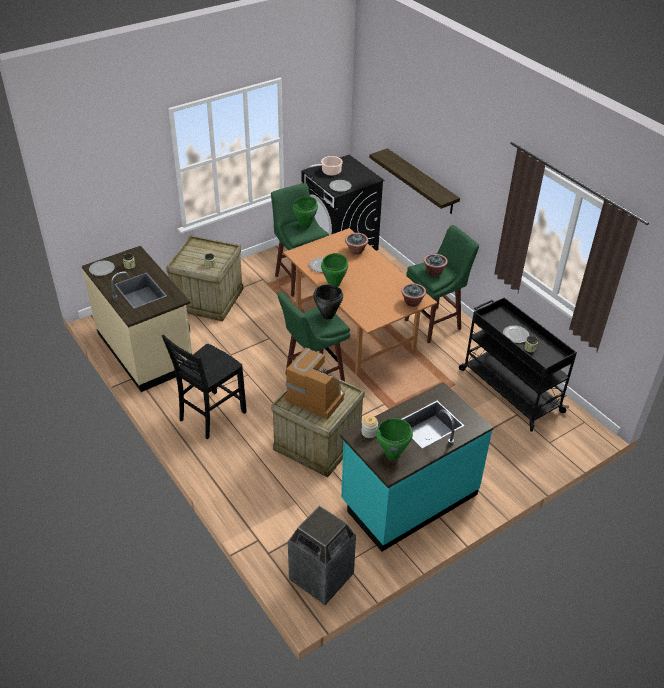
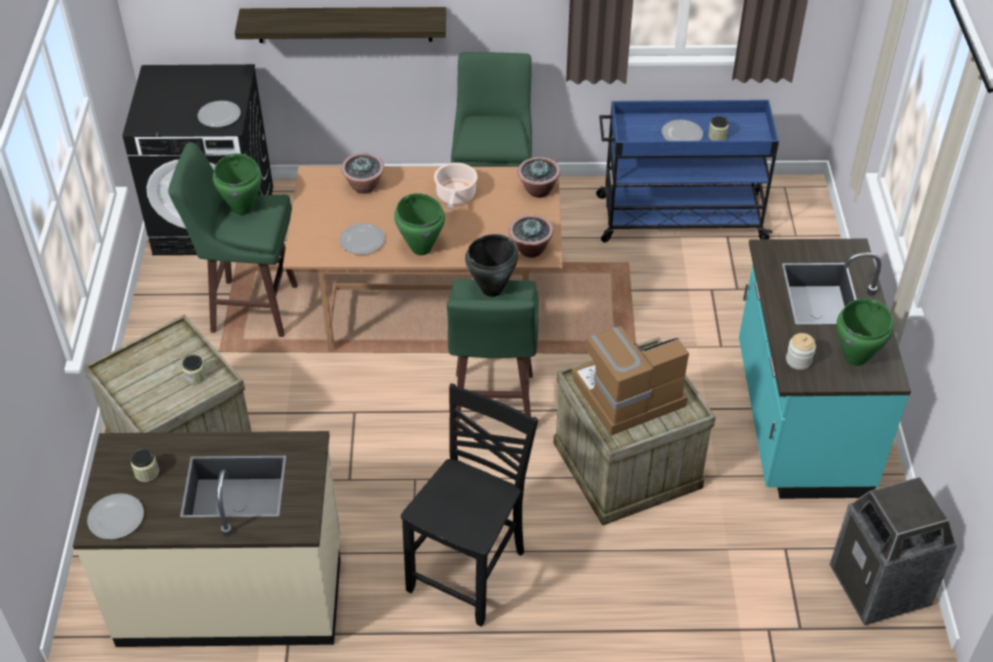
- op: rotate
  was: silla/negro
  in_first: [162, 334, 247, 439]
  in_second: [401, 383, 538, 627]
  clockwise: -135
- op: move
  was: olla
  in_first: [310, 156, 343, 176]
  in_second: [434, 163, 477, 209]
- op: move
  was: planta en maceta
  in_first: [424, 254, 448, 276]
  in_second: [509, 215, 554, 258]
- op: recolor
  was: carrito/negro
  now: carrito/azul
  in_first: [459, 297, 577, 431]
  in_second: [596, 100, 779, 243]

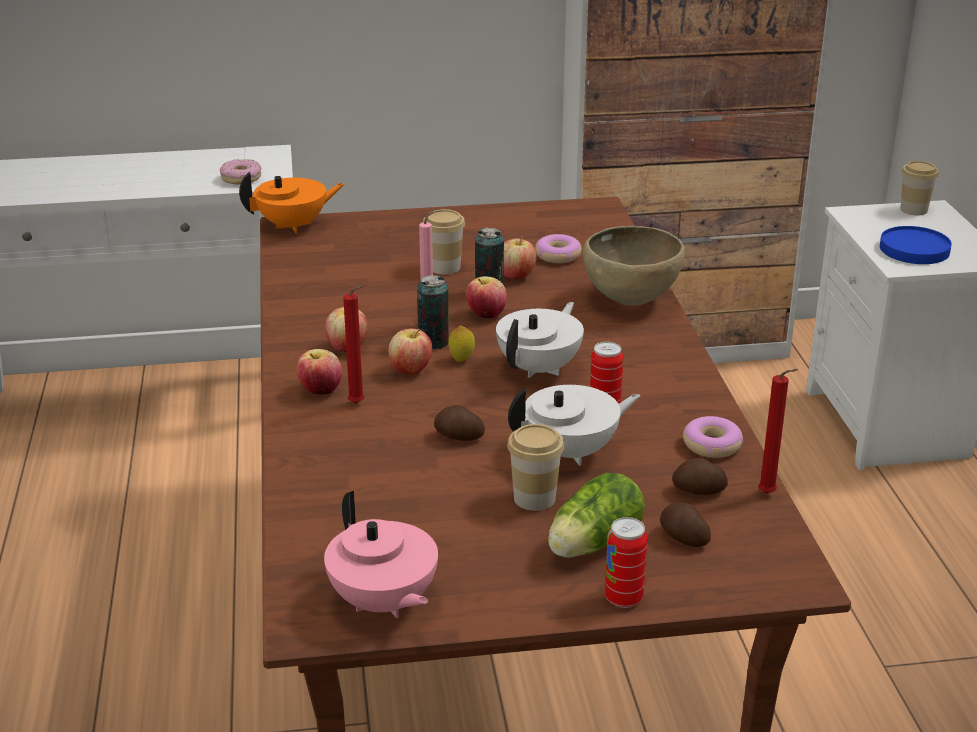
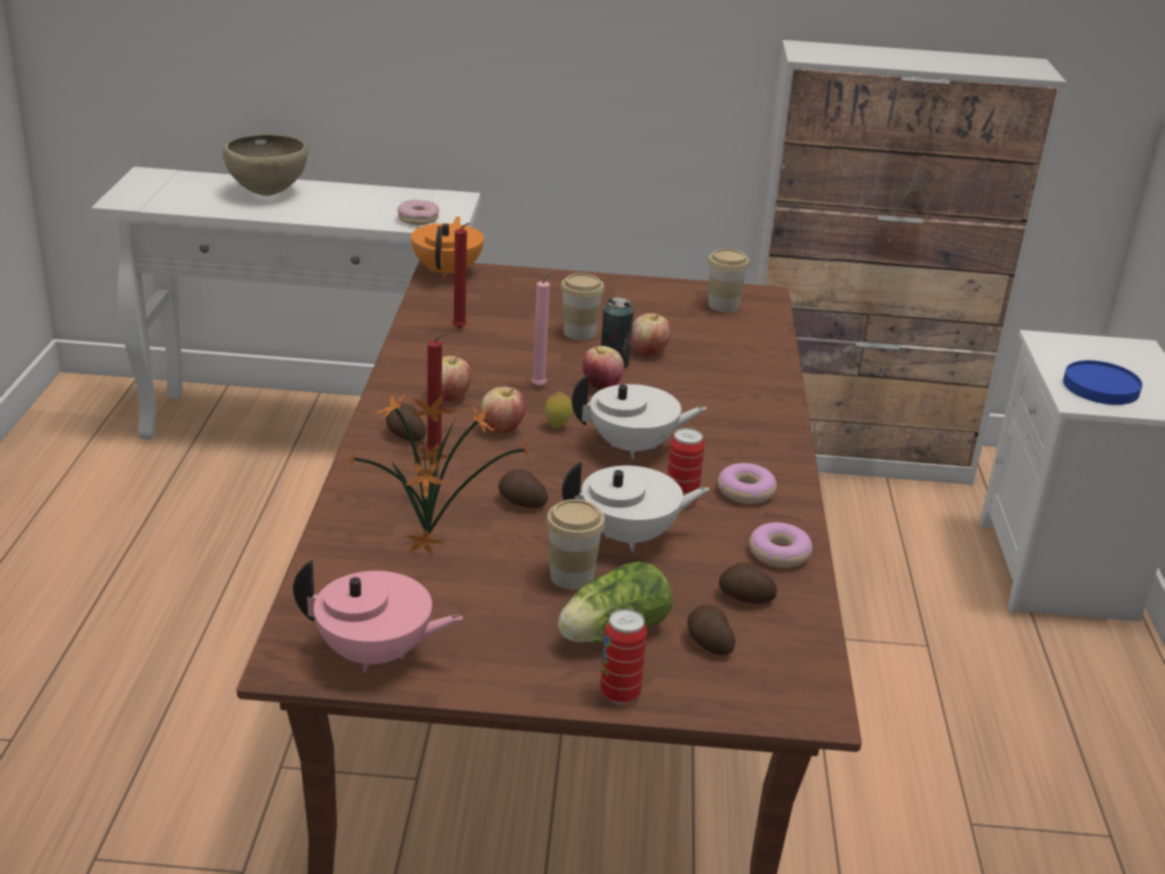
- op: move
  was: cuenco/marrón
  in_first: [583, 226, 685, 306]
  in_second: [223, 134, 308, 196]
- op: rotate
  was: tetera/rosa
  in_first: [324, 491, 438, 618]
  in_second: [293, 560, 463, 673]
  clockwise: -60
- op: insert
  now: planta en maceta
  in_second: [345, 390, 530, 557]
- op: replace
  was: manzana
  now: patata
  in_first: [296, 349, 342, 395]
  in_second: [386, 404, 426, 441]
- op: rotate
  was: tetera/naranja
  in_first: [239, 171, 344, 234]
  in_second: [411, 217, 484, 279]
  clockwise: -75
- op: move
  was: vela/rojo
  in_first: [758, 369, 798, 494]
  in_second: [453, 223, 470, 329]
- op: rotate
  was: tetera/blanco
  in_first: [496, 302, 584, 378]
  in_second: [572, 374, 707, 459]
  clockwise: 45
- op: move
  was: taza
  in_first: [900, 161, 939, 215]
  in_second: [708, 249, 749, 312]
- op: move
  was: rosquilla
  in_first: [535, 234, 582, 263]
  in_second: [718, 463, 777, 504]
- op: delete
  was: lata
  in_first: [417, 275, 449, 349]

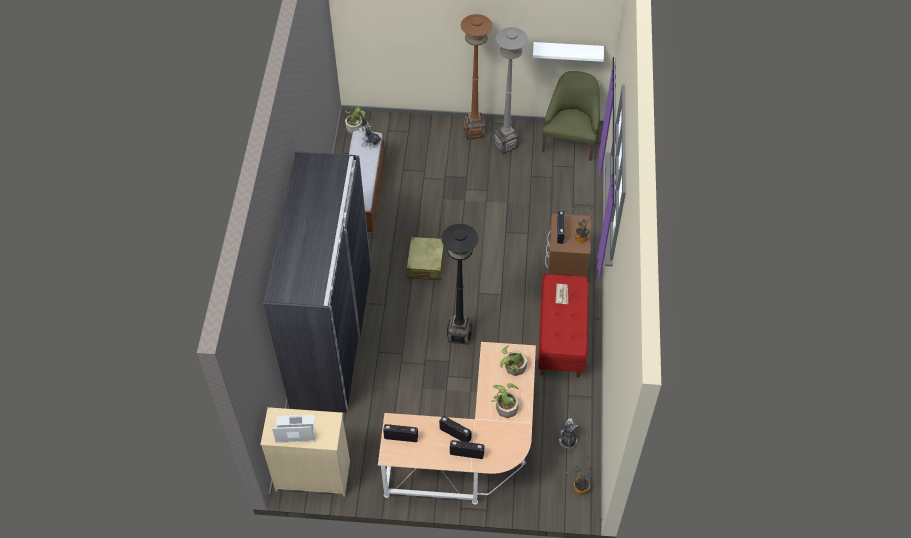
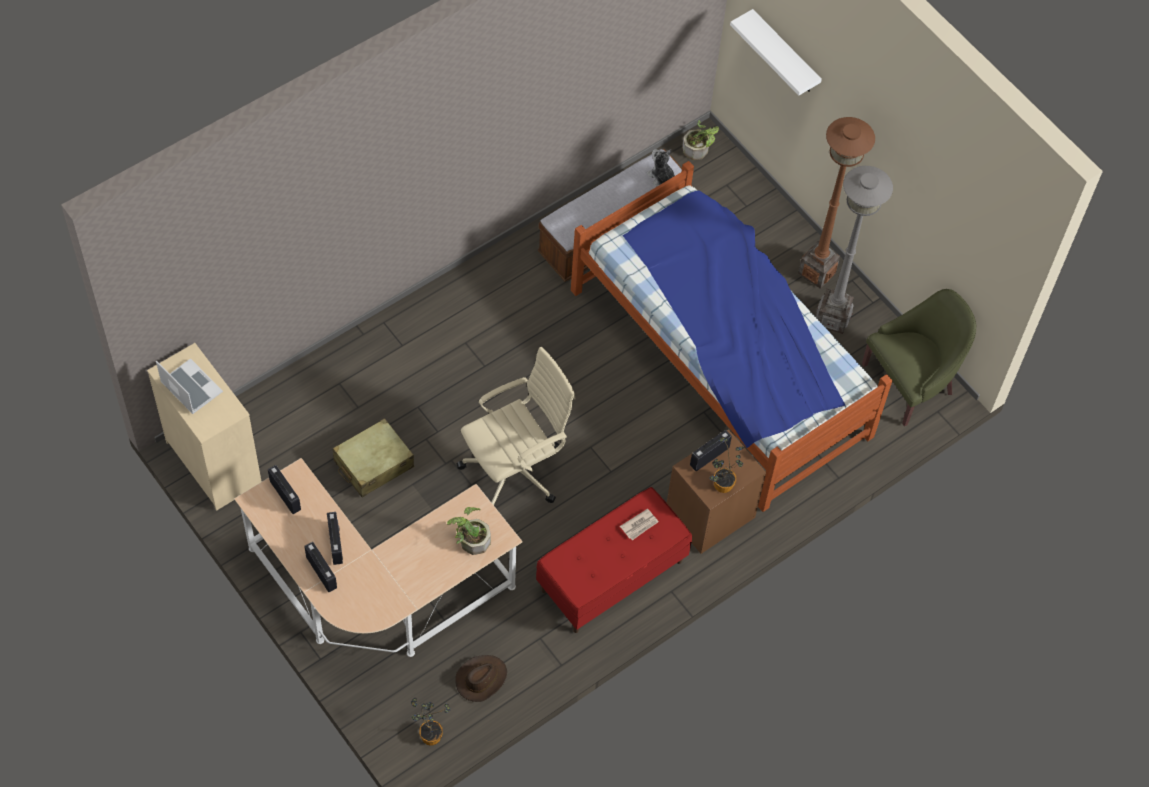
- op: move
  was: maleta/beis
  in_first: [406, 237, 445, 280]
  in_second: [333, 418, 414, 497]
- op: replace
  was: peluche
  now: sombrero/marrón
  in_first: [559, 418, 580, 450]
  in_second: [455, 655, 507, 702]
- op: replace
  was: lámpara de pie/negro
  now: silla de oficina/beis
  in_first: [442, 224, 478, 345]
  in_second: [457, 347, 575, 505]
- op: insert
  now: cama
  in_second: [571, 161, 893, 512]
- op: move
  was: estante/blanco
  in_first: [533, 42, 604, 62]
  in_second: [730, 9, 822, 96]
- op: delete
  was: armario ropero/gris
  in_first: [263, 151, 371, 413]
- op: delete
  was: planta en maceta
  in_first: [491, 383, 519, 418]

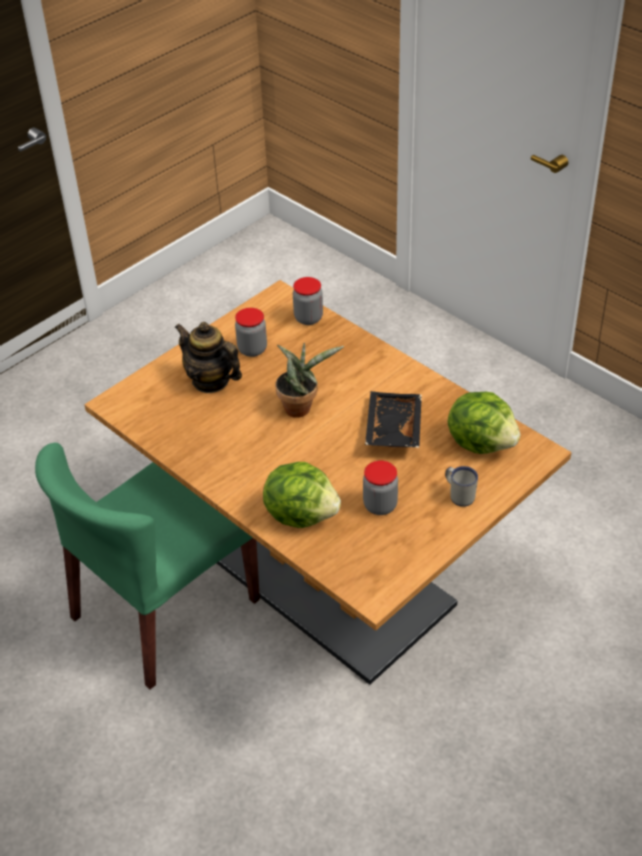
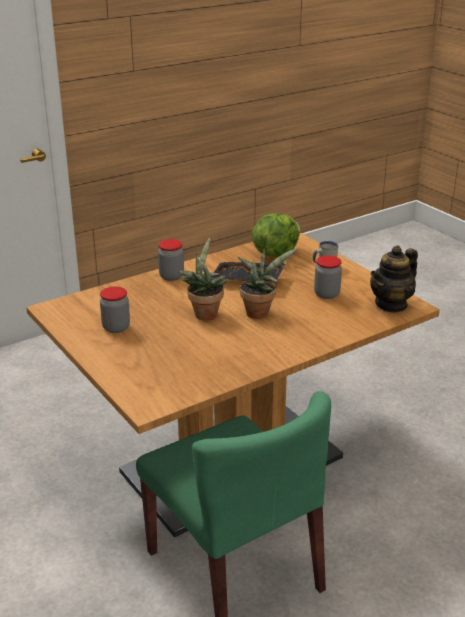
- op: move
  was: tarro
  in_first: [293, 277, 323, 325]
  in_second: [158, 239, 184, 281]
- op: insert
  now: planta en maceta
  in_second: [238, 248, 298, 319]
- op: move
  was: tetera
  in_first: [174, 322, 242, 393]
  in_second: [370, 245, 418, 313]
- op: delete
  was: lechuga
  in_first: [263, 462, 341, 528]

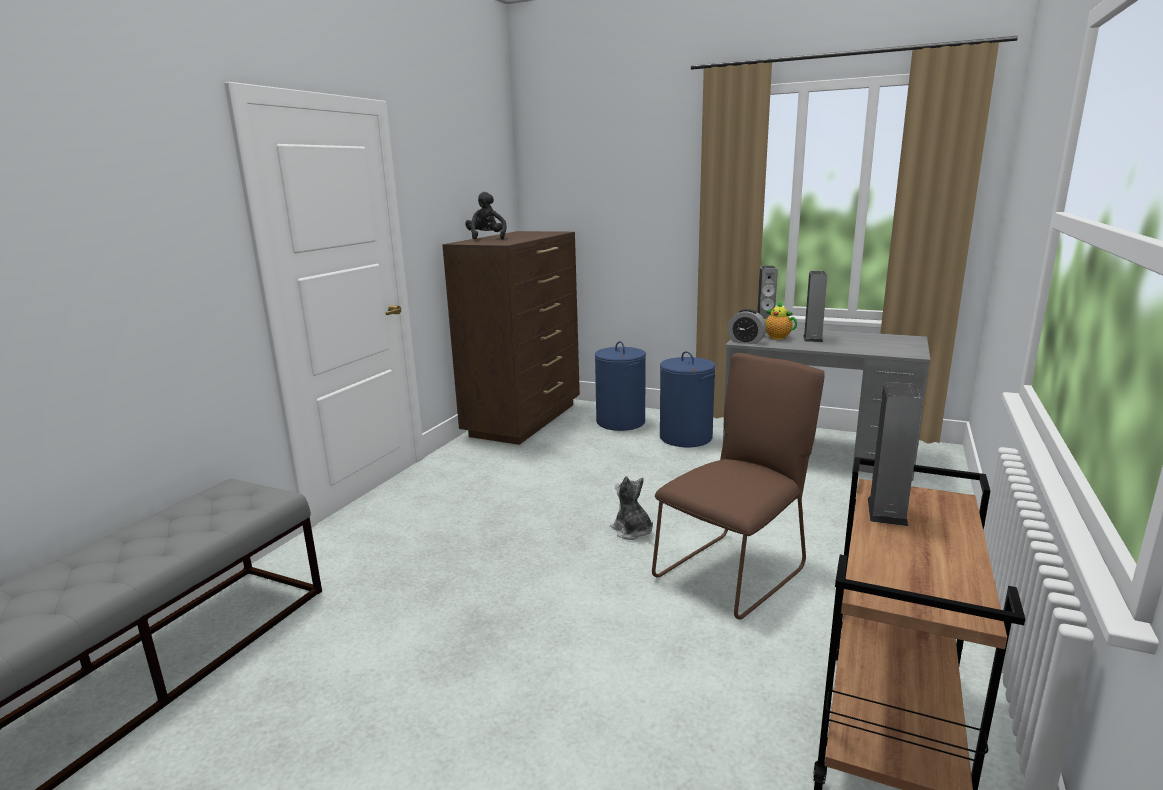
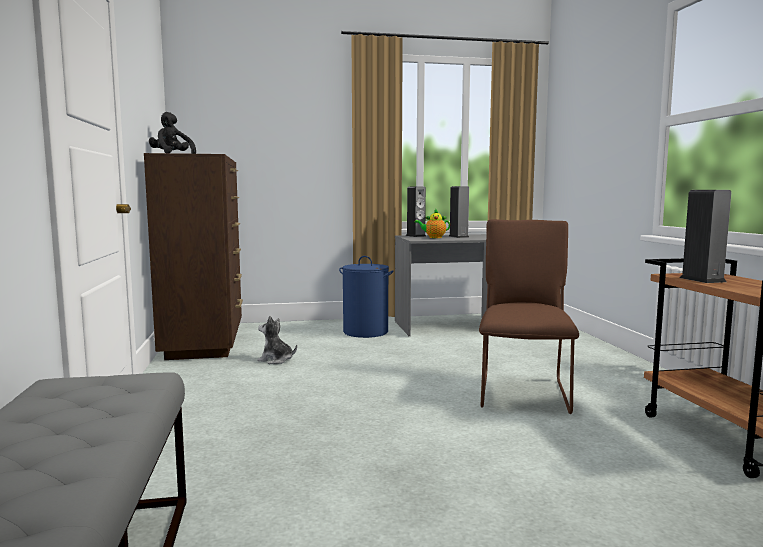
- op: move
  was: peluche
  in_first: [610, 476, 653, 540]
  in_second: [257, 316, 297, 364]
- op: delete
  was: cesto de la ropa/azul
  in_first: [595, 341, 646, 431]
- op: delete
  was: despertador
  in_first: [728, 309, 766, 344]

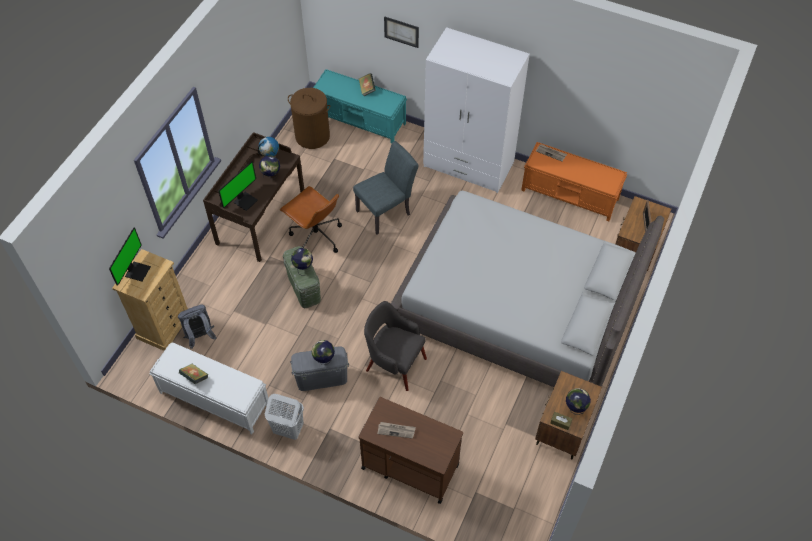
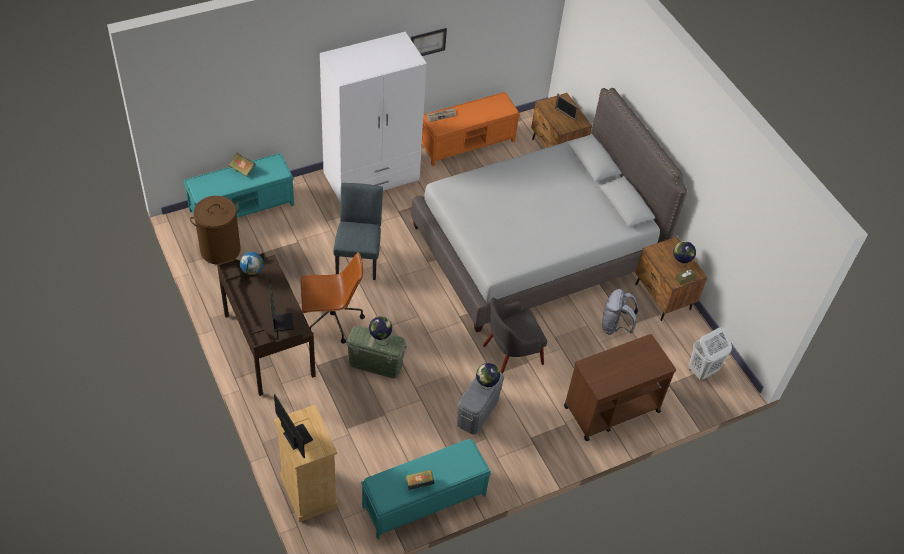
- op: recolor
  was: banco/blanco
  now: banco/turquesa
  in_first: [150, 343, 269, 434]
  in_second: [361, 439, 491, 539]
- op: move
  was: cuadro
  in_first: [384, 16, 419, 48]
  in_second: [411, 28, 447, 56]
- op: move
  was: mochila/gris
  in_first: [178, 304, 216, 349]
  in_second: [602, 289, 639, 335]
- op: move
  was: cesto de la ropa/blanco
  in_first: [265, 394, 304, 440]
  in_second: [689, 328, 732, 380]
- op: delete
  was: globo terráqueo
  in_first: [259, 155, 280, 179]
- op: delete
  was: periódico
  in_first: [377, 422, 416, 439]

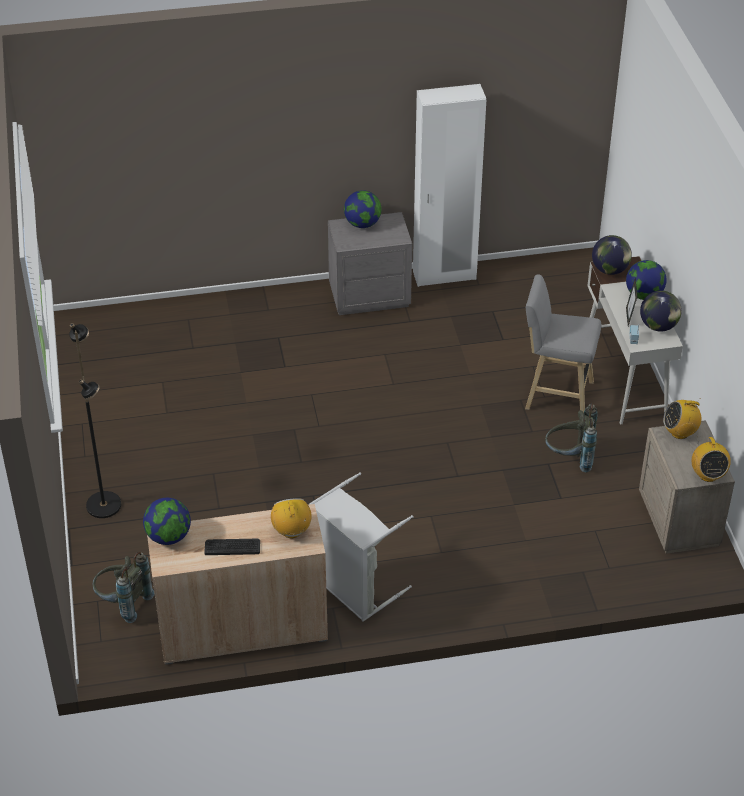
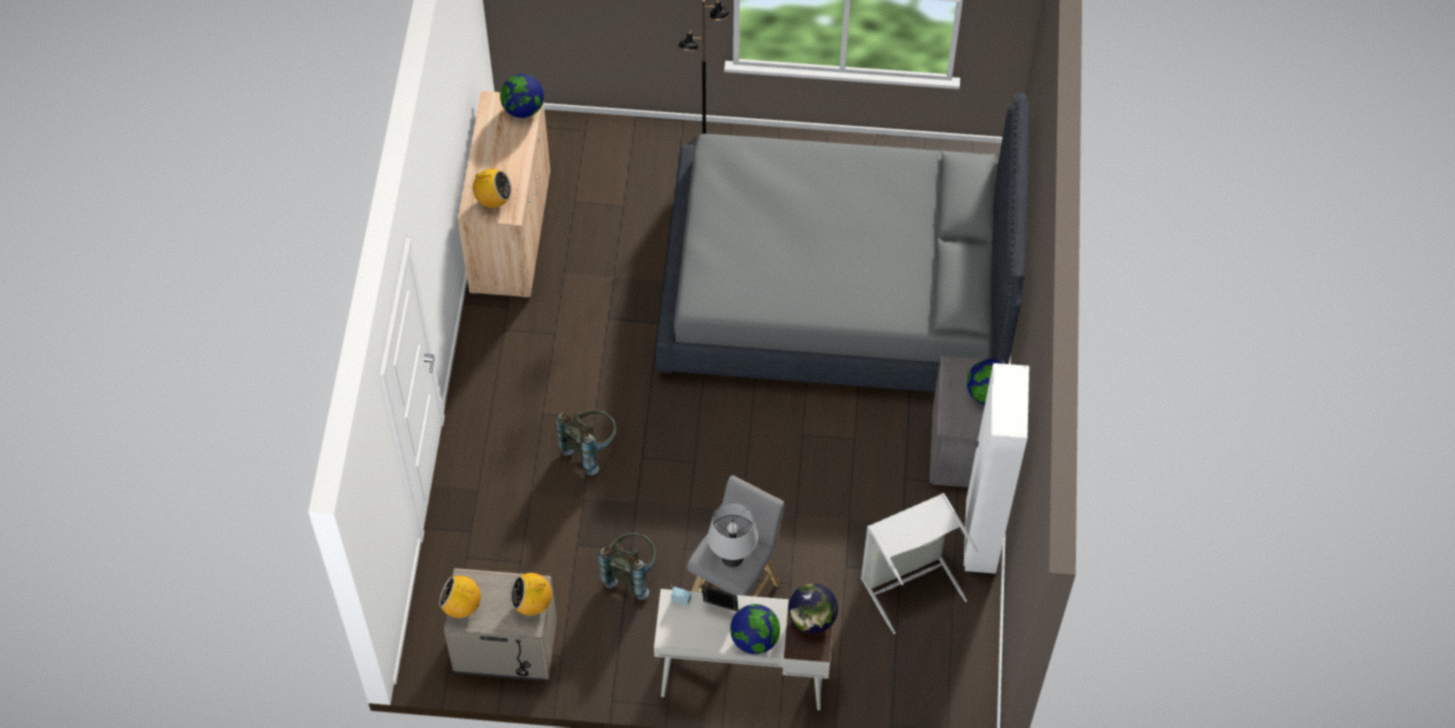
- op: rotate
  was: radio
  in_first: [663, 399, 701, 439]
  in_second: [510, 573, 552, 616]
  clockwise: -105
- op: move
  was: mochila/gris
  in_first: [93, 552, 155, 623]
  in_second: [556, 410, 616, 475]
- op: insert
  now: cama/gris
  in_second: [656, 93, 1029, 392]
- op: insert
  now: lámpara de mesa/gris
  in_second: [708, 502, 758, 567]
- op: move
  was: cesto de la ropa/gris
  in_first: [309, 472, 414, 621]
  in_second: [861, 493, 978, 634]
- op: delete
  was: teclado
  in_first: [204, 539, 260, 555]
- op: delete
  was: globo terráqueo
  in_first: [640, 291, 682, 331]

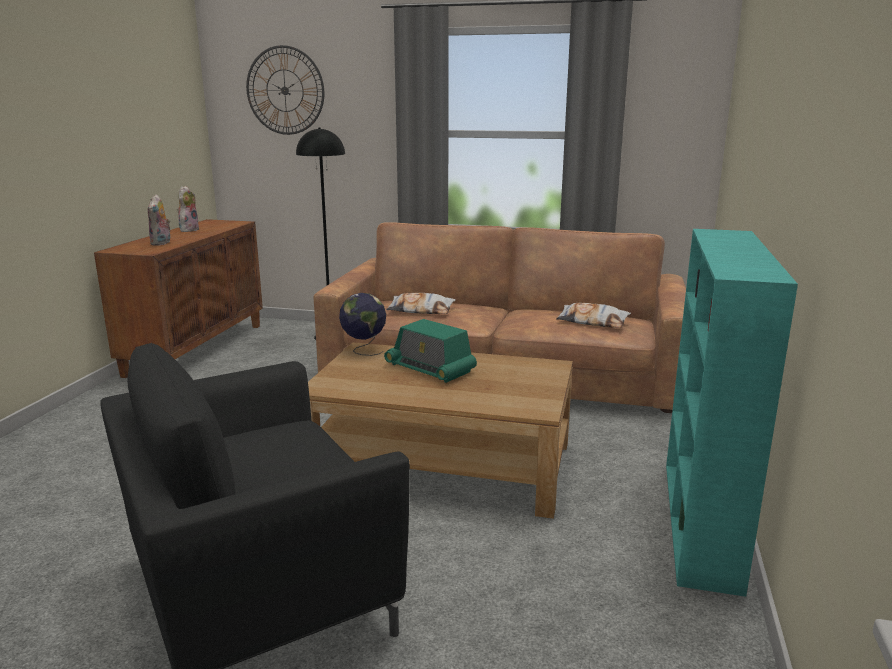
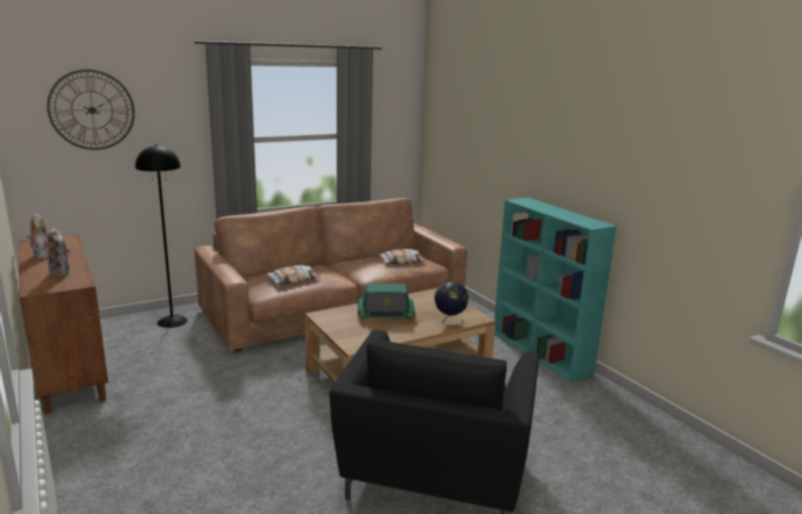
- op: move
  was: globo terráqueo
  in_first: [339, 293, 386, 356]
  in_second: [434, 281, 469, 326]

